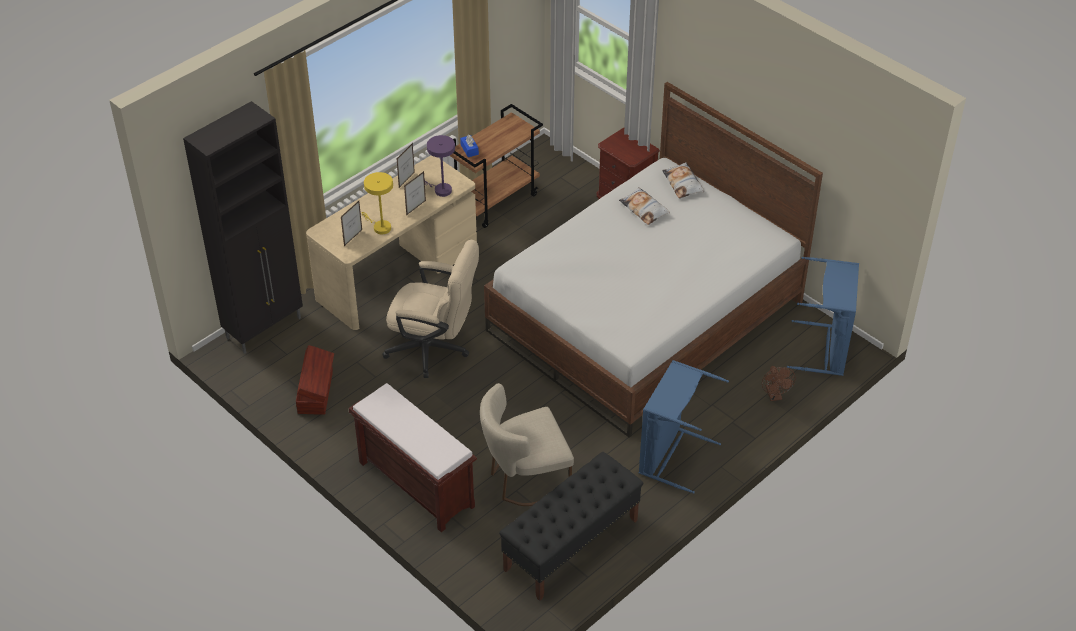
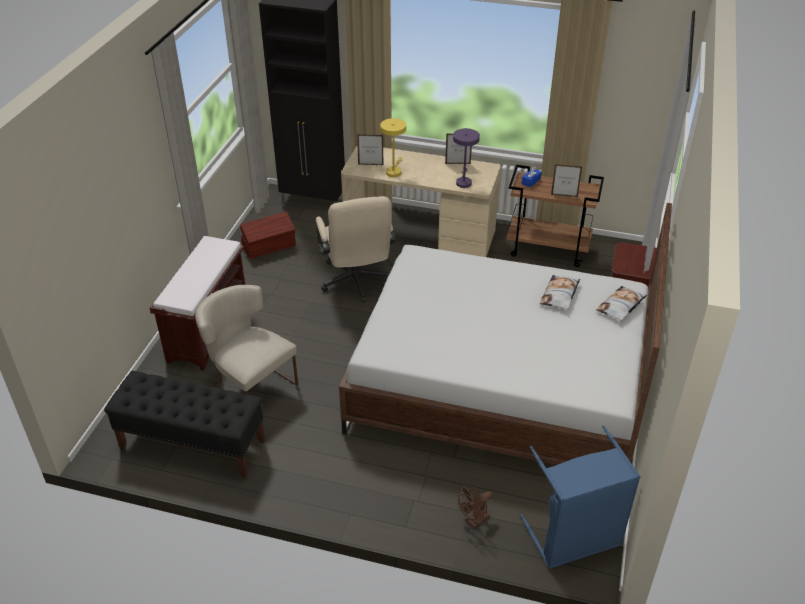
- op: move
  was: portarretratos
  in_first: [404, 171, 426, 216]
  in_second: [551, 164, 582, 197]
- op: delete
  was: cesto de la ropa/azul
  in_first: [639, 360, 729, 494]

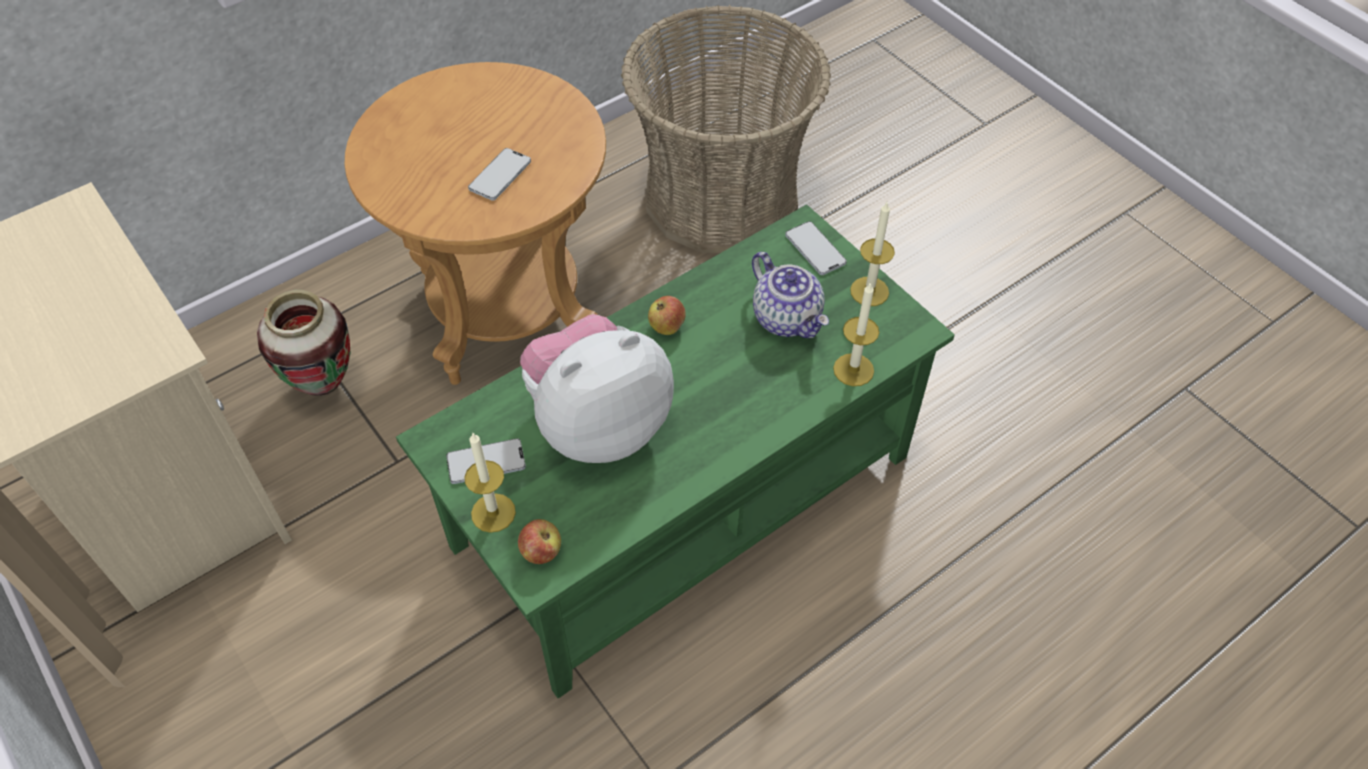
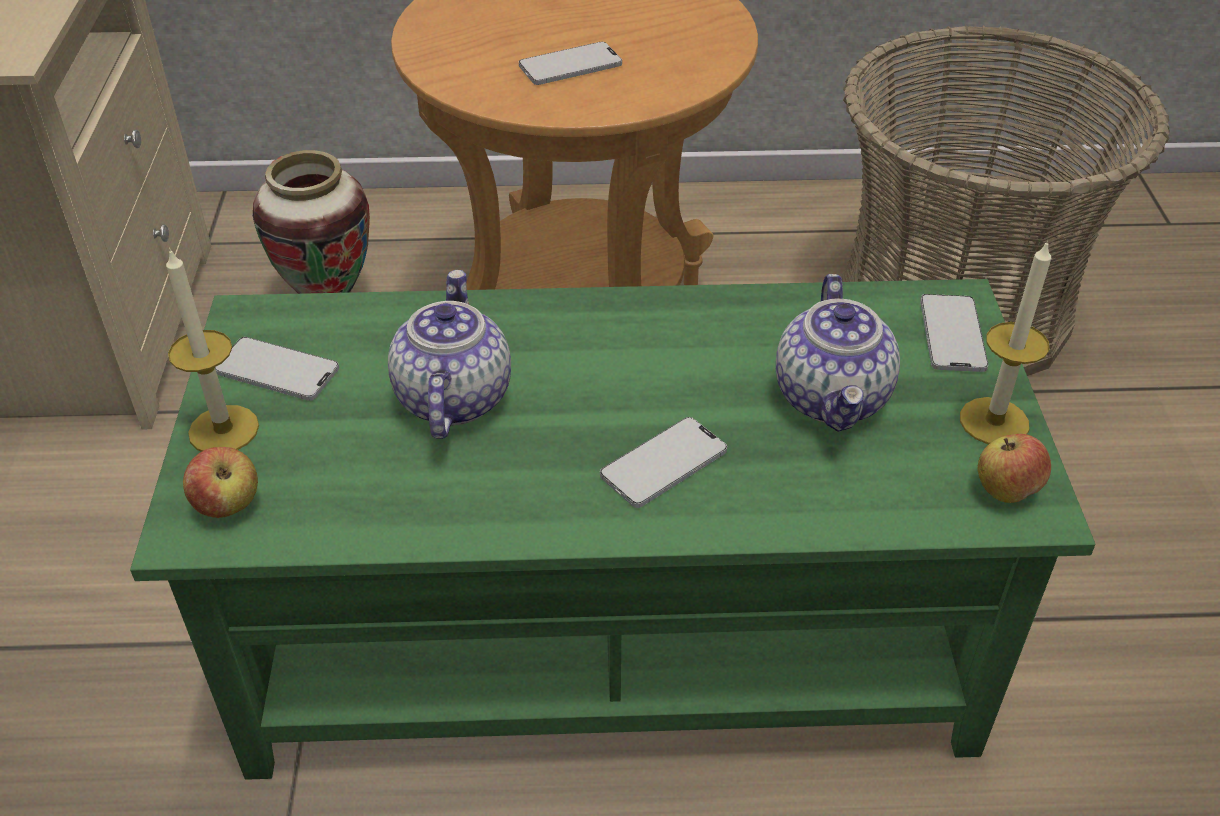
- op: replace
  was: peluche
  now: tetera
  in_first: [520, 314, 674, 463]
  in_second: [388, 270, 511, 439]
- op: insert
  now: móvil
  in_second: [600, 417, 727, 508]
- op: move
  was: manzana
  in_first: [648, 296, 685, 335]
  in_second: [977, 434, 1051, 503]
- op: delete
  was: vela
  in_first: [833, 282, 879, 386]

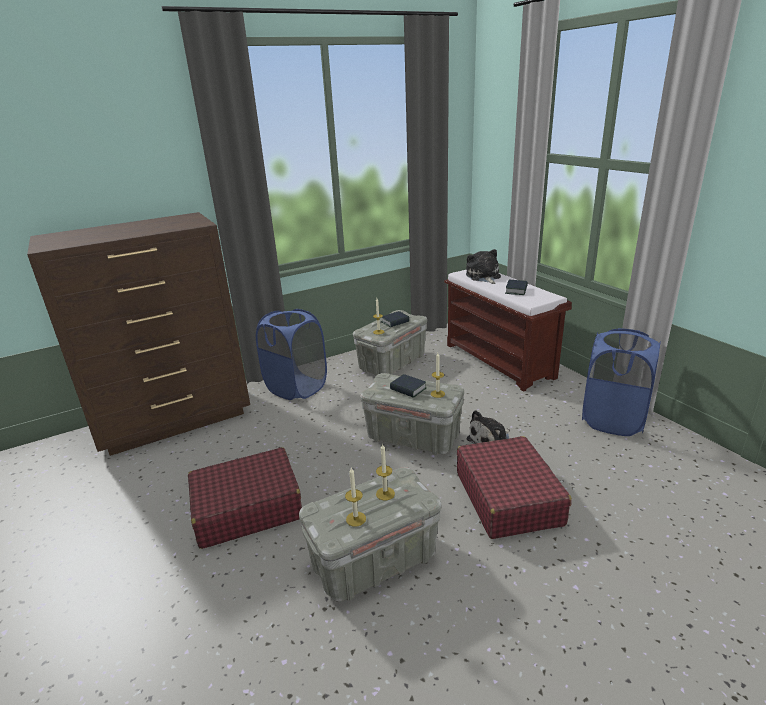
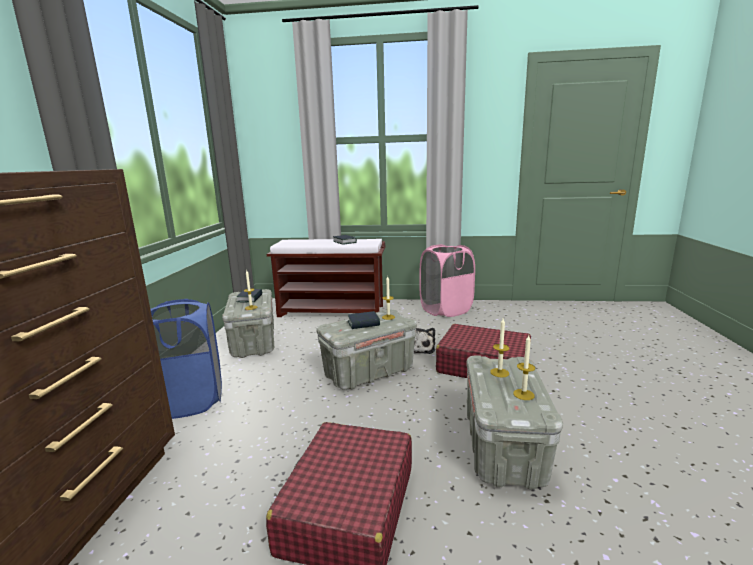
- op: recolor
  was: cesto de la ropa/azul
  now: cesto de la ropa/rosa
  in_first: [582, 328, 661, 436]
  in_second: [420, 244, 475, 317]
- op: delete
  was: peluche
  in_first: [466, 249, 501, 284]

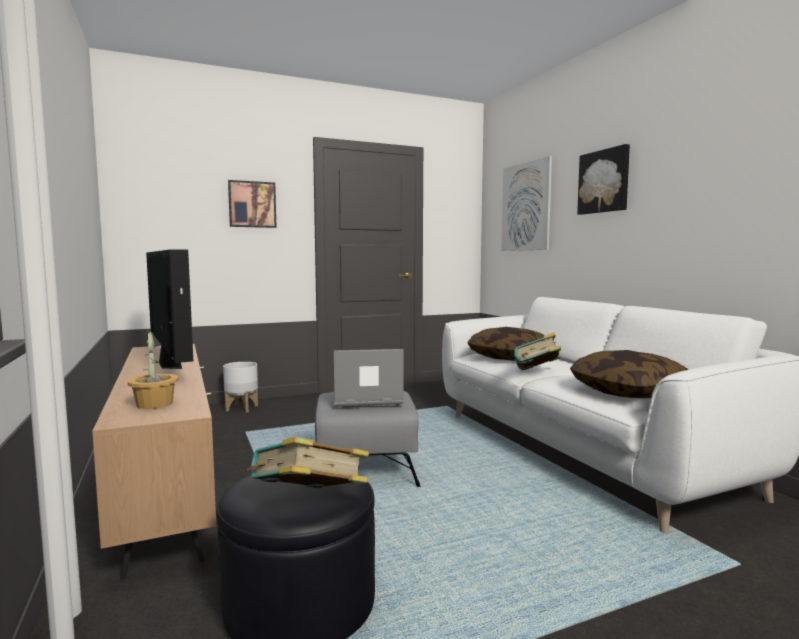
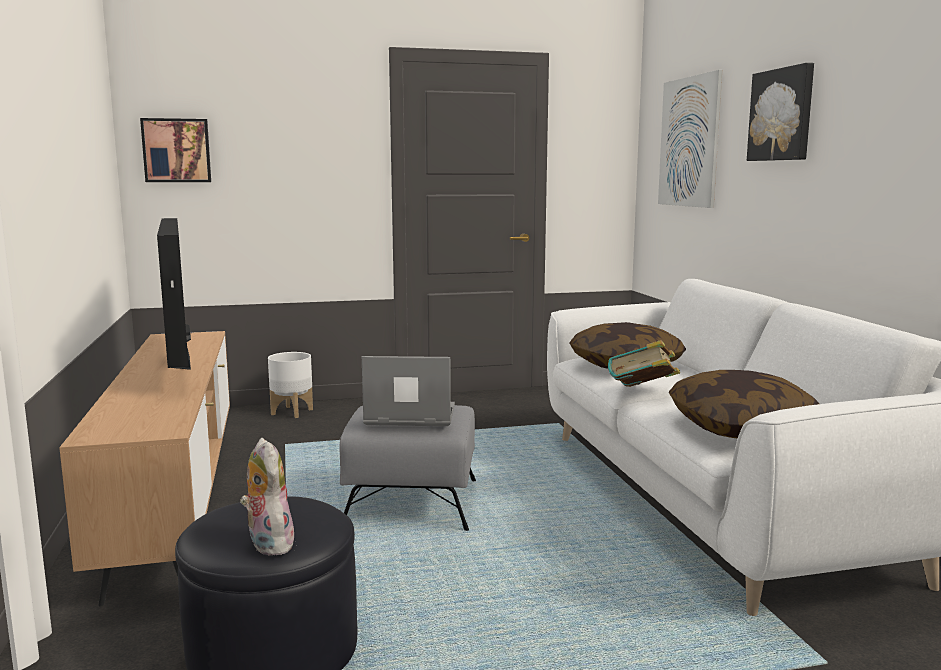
- op: move
  was: cuadro
  in_first: [228, 180, 276, 228]
  in_second: [140, 118, 211, 182]
- op: replace
  was: libro
  now: peluche
  in_first: [247, 437, 369, 488]
  in_second: [240, 438, 294, 556]
- op: delete
  was: planta en maceta
  in_first: [128, 328, 179, 409]

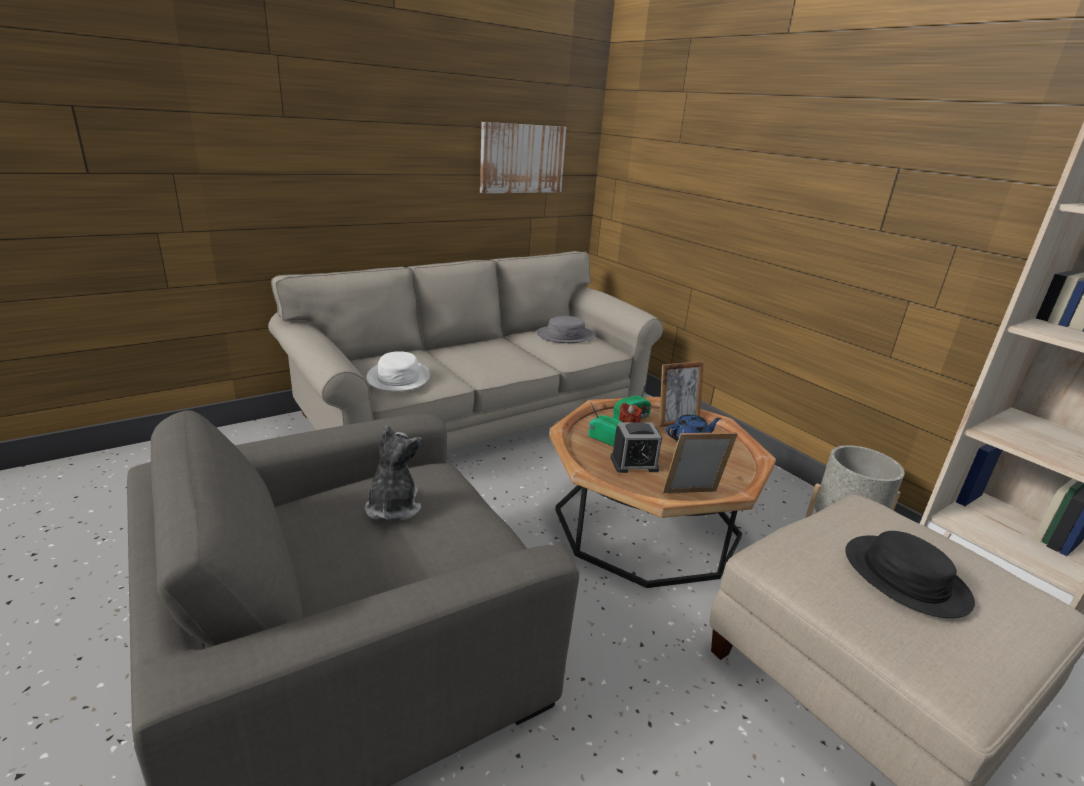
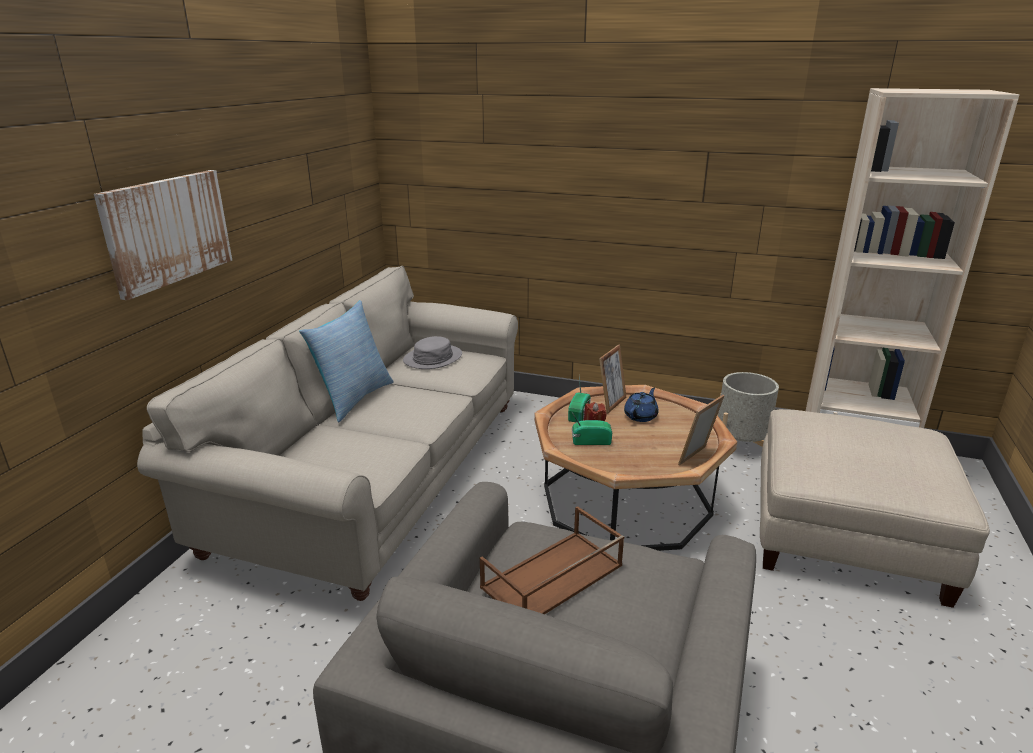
- op: move
  was: cuadro
  in_first: [480, 122, 566, 193]
  in_second: [94, 170, 232, 300]
- op: insert
  now: cojín
  in_second: [299, 300, 394, 423]
- op: replace
  was: peluche
  now: bandeja/marrón
  in_first: [365, 425, 422, 520]
  in_second: [480, 506, 624, 614]
- op: delete
  was: sombrero/blanco
  in_first: [366, 351, 430, 391]
- op: delete
  was: despertador
  in_first: [610, 422, 662, 473]
- op: delete
  was: sombrero/negro
  in_first: [845, 531, 975, 618]

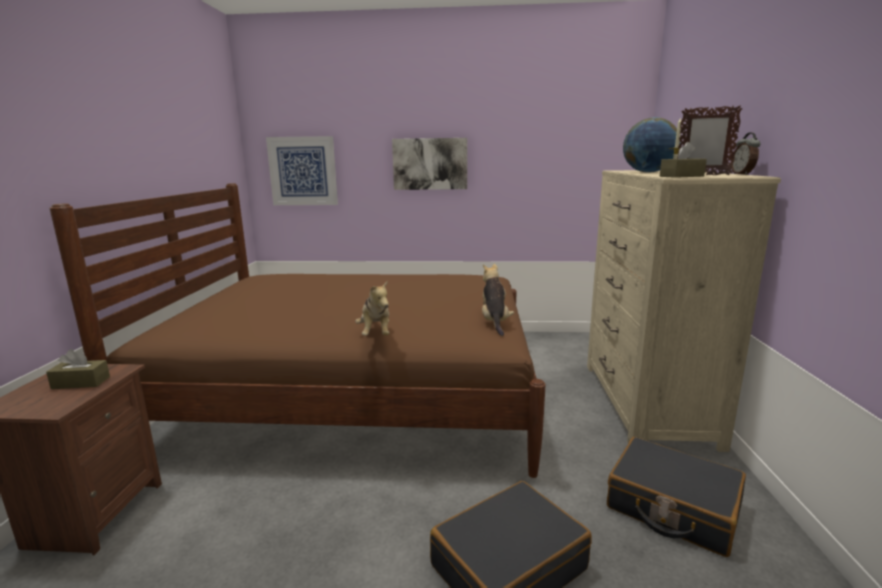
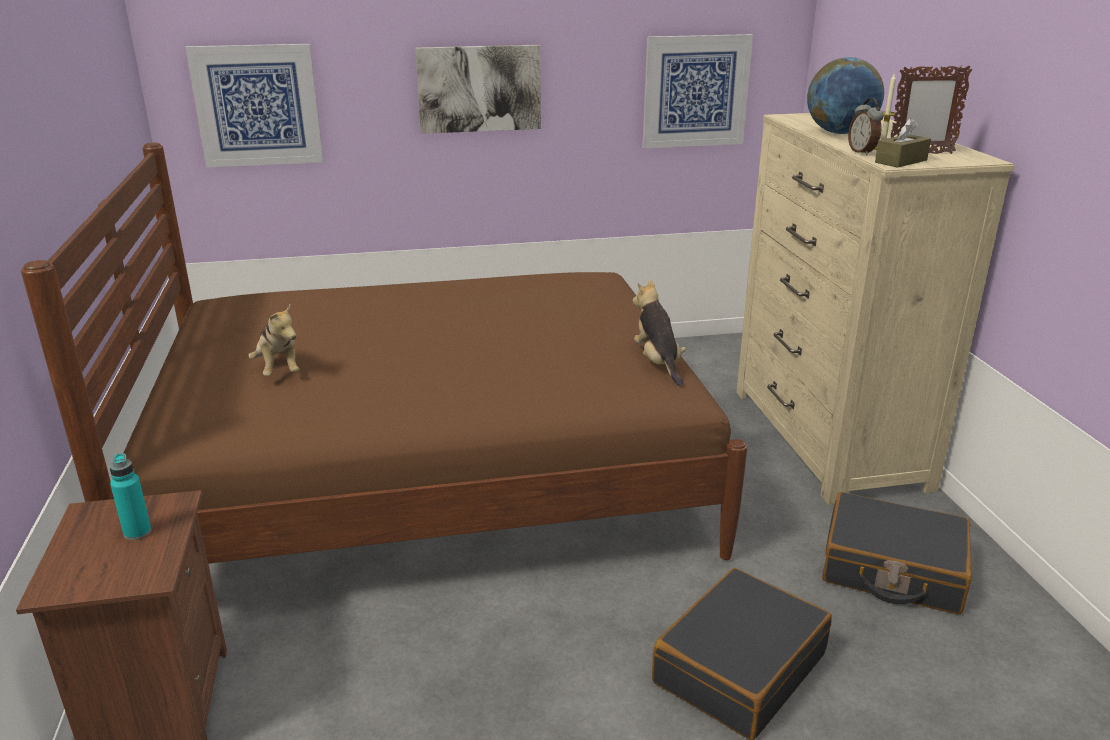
- op: replace
  was: caja de pañuelos/marrón
  now: botella/turquesa
  in_first: [46, 349, 110, 389]
  in_second: [110, 453, 151, 540]
- op: move
  was: peluche
  in_first: [355, 280, 389, 336]
  in_second: [248, 303, 300, 376]
- op: insert
  now: cuadro
  in_second: [642, 34, 753, 148]
- op: move
  was: despertador
  in_first: [731, 132, 761, 175]
  in_second: [848, 98, 884, 156]

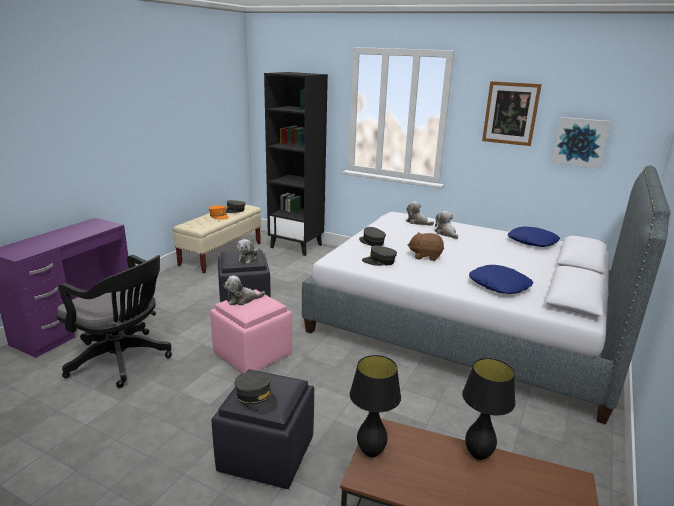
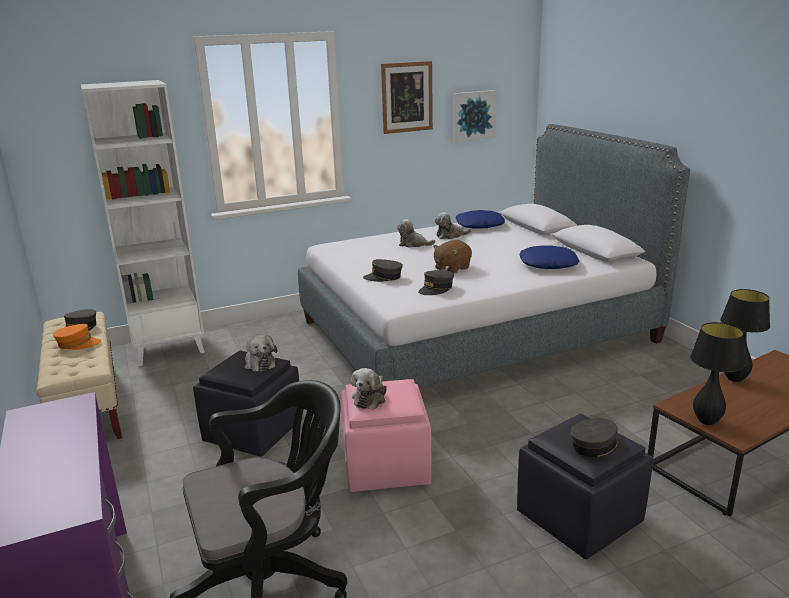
- op: recolor
  was: estantería/negro
  now: estantería/blanco
  in_first: [264, 72, 328, 256]
  in_second: [81, 80, 205, 366]
- op: move
  was: peluche
  in_first: [406, 201, 434, 226]
  in_second: [435, 212, 471, 239]

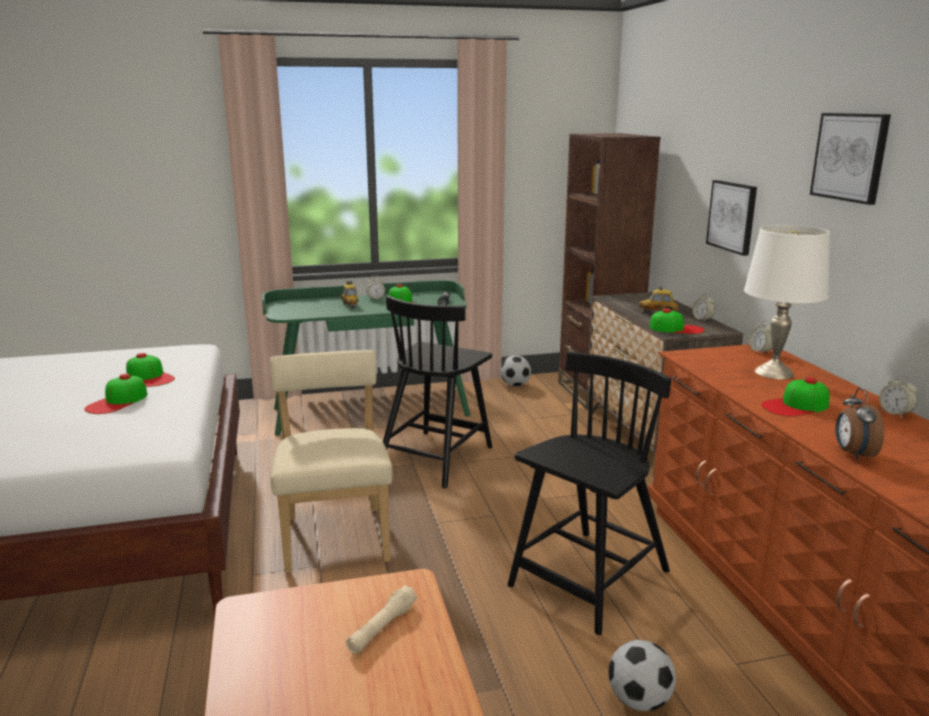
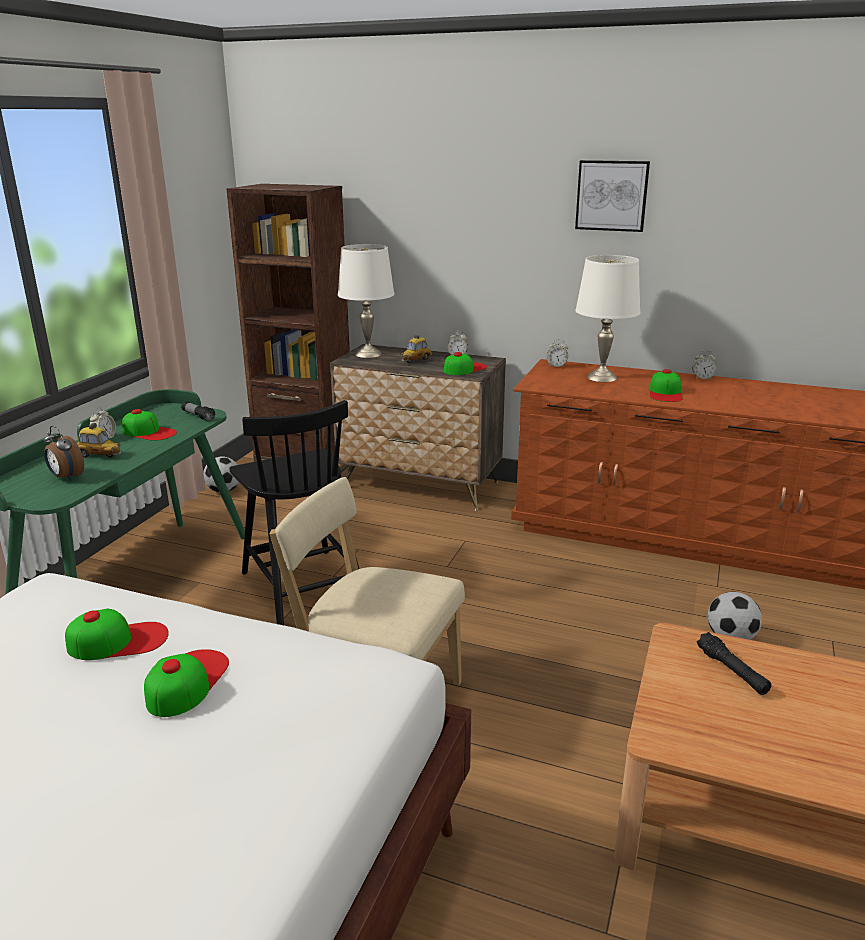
- op: move
  was: despertador
  in_first: [836, 388, 884, 460]
  in_second: [43, 426, 84, 481]
- op: rotate
  was: gorra
  in_first: [84, 374, 147, 414]
  in_second: [144, 649, 229, 717]
  clockwise: -135
- op: insert
  now: lámpara de mesa/blanco
  in_second: [338, 244, 395, 358]
- op: recolor
  was: linterna/beis
  now: linterna/negro
  in_first: [346, 585, 417, 654]
  in_second: [697, 632, 772, 695]
- op: delete
  was: silla/negro
  in_first: [508, 351, 671, 635]
- op: delete
  was: cuadro
  in_first: [706, 180, 757, 256]

